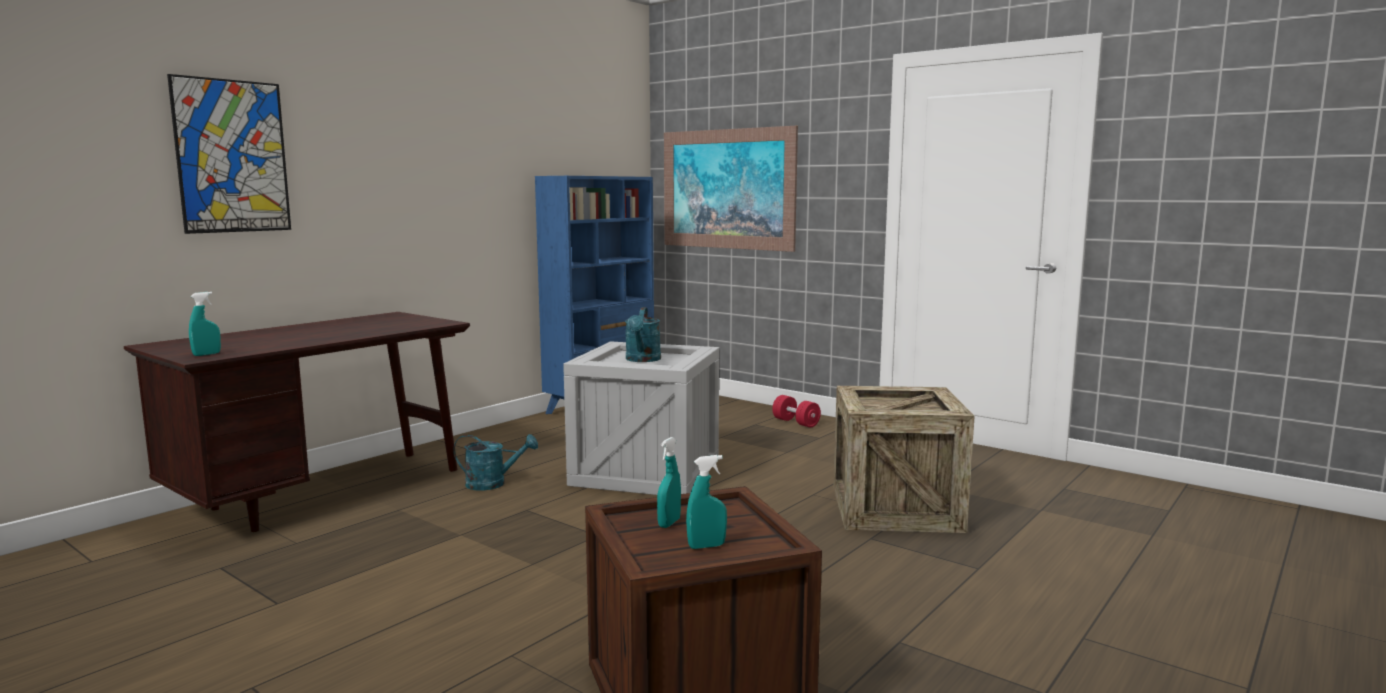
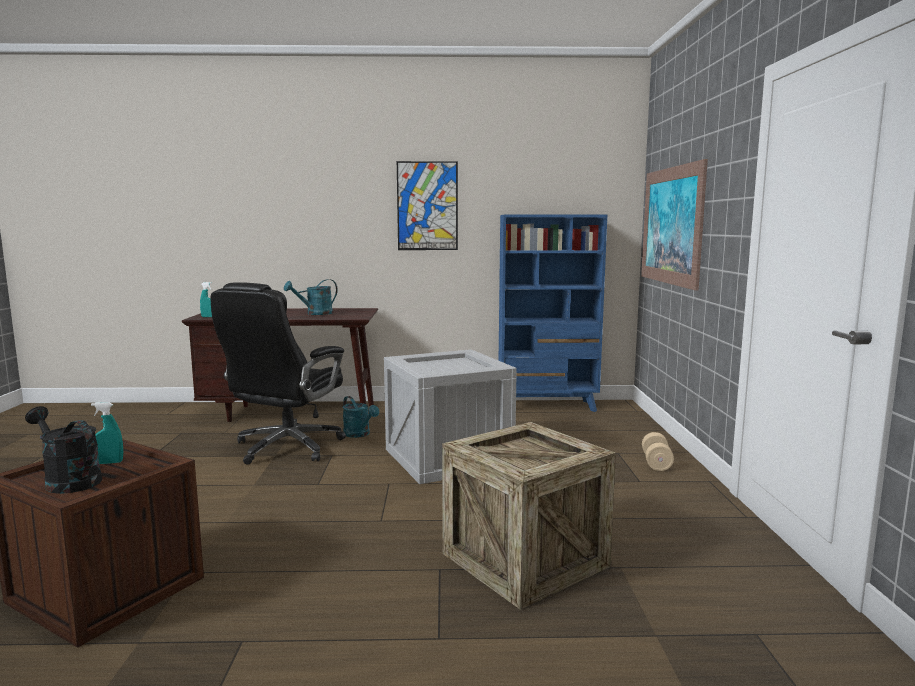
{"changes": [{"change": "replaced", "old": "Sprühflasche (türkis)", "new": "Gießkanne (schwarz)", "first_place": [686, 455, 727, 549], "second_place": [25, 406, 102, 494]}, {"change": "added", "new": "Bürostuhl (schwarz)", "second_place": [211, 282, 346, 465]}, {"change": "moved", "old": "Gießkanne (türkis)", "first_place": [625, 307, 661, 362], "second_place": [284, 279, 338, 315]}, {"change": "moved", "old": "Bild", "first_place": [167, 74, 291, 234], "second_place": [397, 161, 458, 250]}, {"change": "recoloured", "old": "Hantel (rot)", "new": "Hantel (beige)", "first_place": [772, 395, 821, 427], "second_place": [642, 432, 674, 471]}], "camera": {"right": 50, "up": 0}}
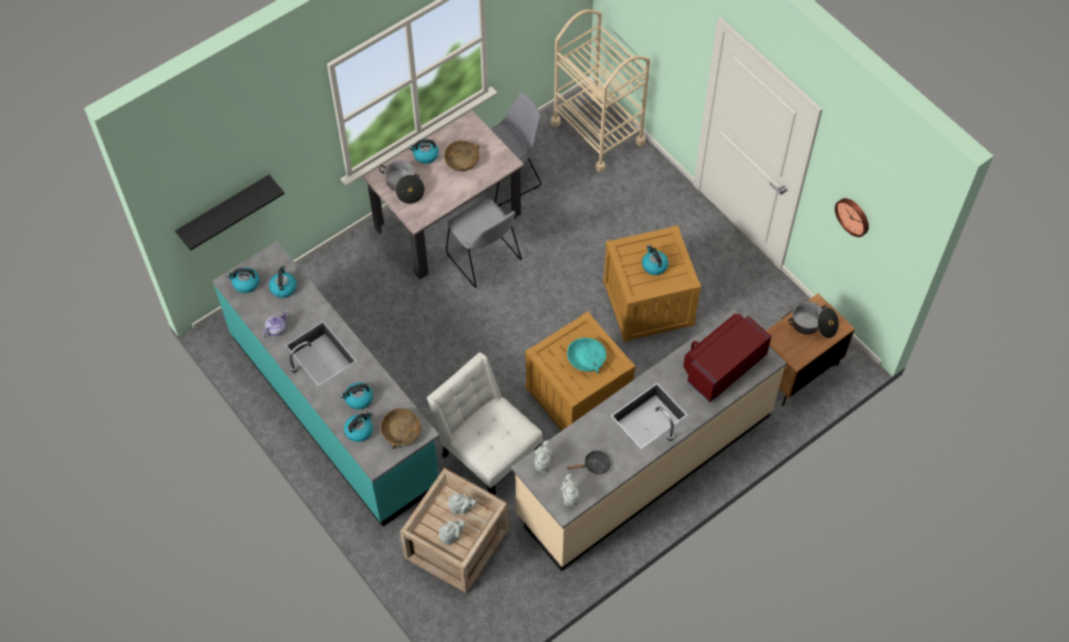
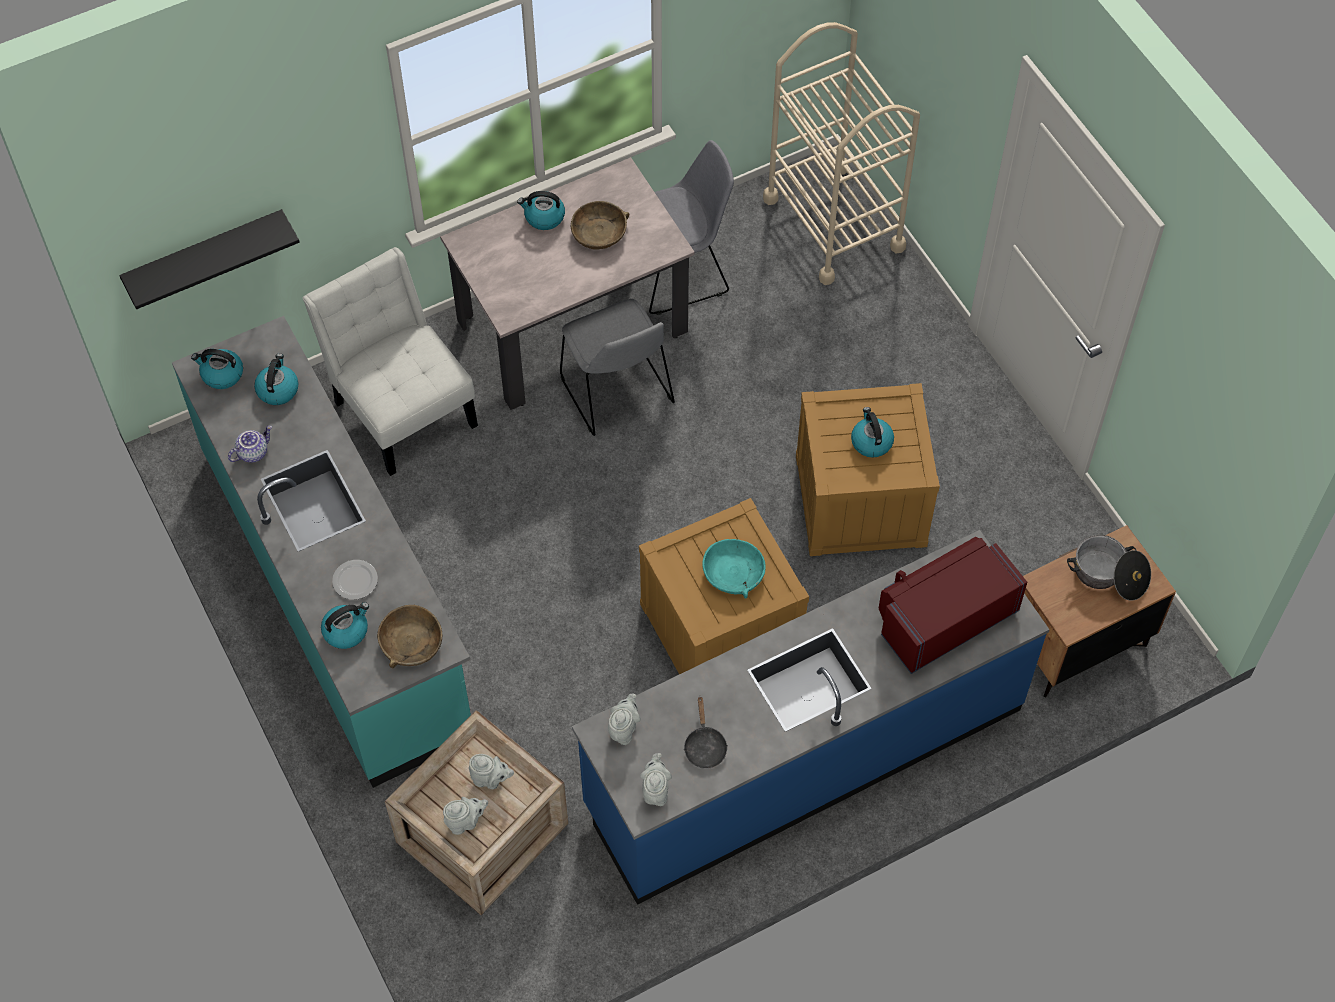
{"changes": [{"change": "moved", "old": "Stuhl (weiß)", "first_place": [427, 352, 543, 496], "second_place": [303, 247, 478, 476]}, {"change": "replaced", "old": "Wasserkessel", "new": "Teller", "first_place": [339, 382, 373, 410], "second_place": [332, 560, 378, 600]}, {"change": "recoloured", "old": "Küchenzeile (beige)", "new": "Küchenzeile (blau)", "first_place": [511, 309, 787, 571], "second_place": [572, 530, 1050, 905]}, {"change": "turned", "old": "Pfanne (schwarz)", "first_place": [567, 451, 611, 475], "second_place": [683, 697, 728, 769], "degrees": 90}, {"change": "removed", "old": "Kochtopf", "first_place": [379, 160, 425, 204]}, {"change": "removed", "old": "Wanduhr", "first_place": [835, 198, 869, 237]}], "camera": {"right": 10, "up": 0}}
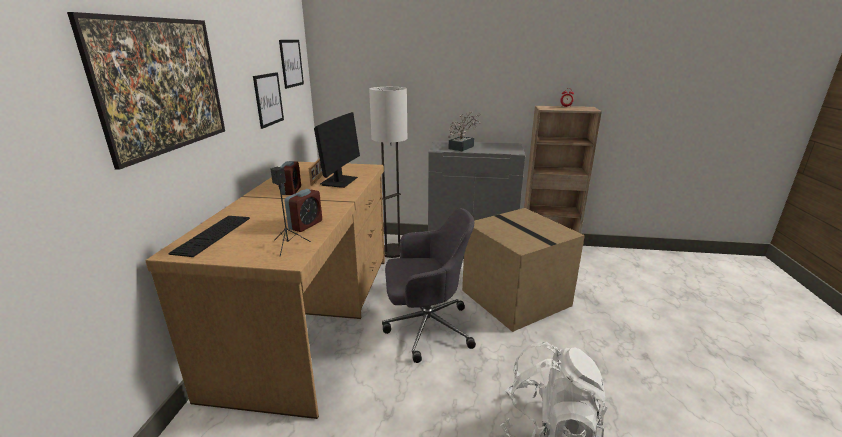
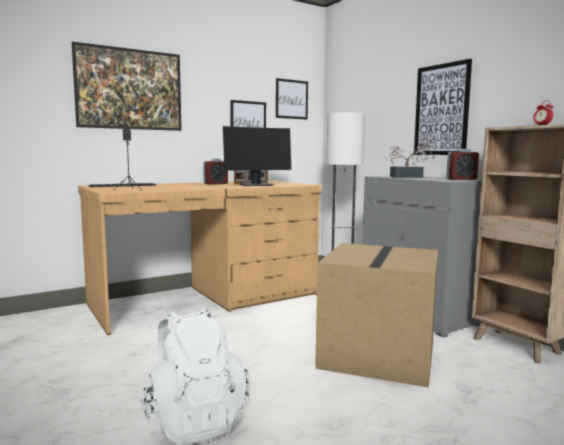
{"changes": [{"change": "added", "new": "Bild", "second_place": [414, 59, 472, 155]}, {"change": "moved", "old": "Wecker", "first_place": [284, 189, 322, 232], "second_place": [446, 149, 479, 180]}, {"change": "removed", "old": "Bürostuhl (grau)", "first_place": [382, 208, 476, 363]}], "camera": {"right": 50, "up": -15}}
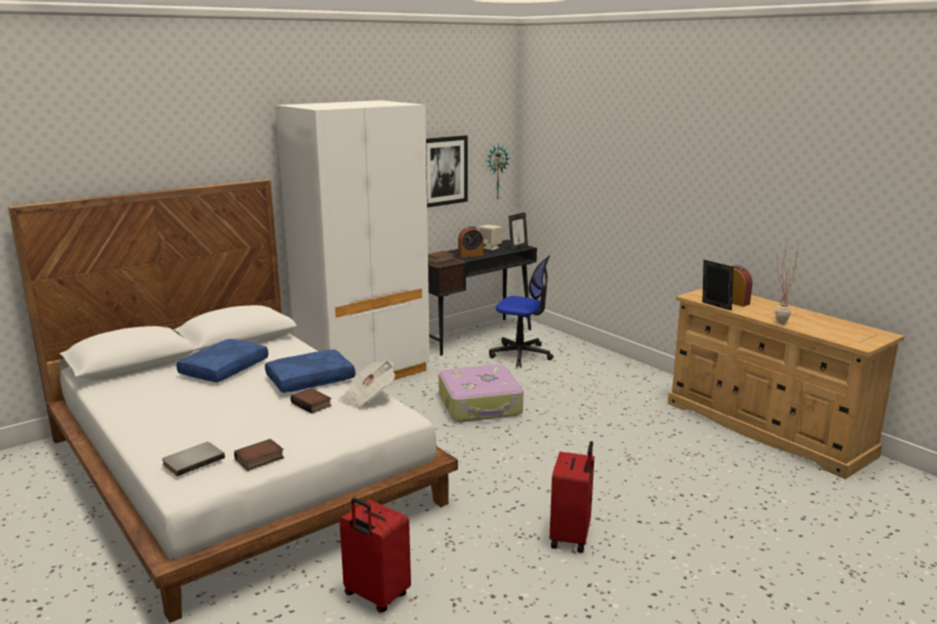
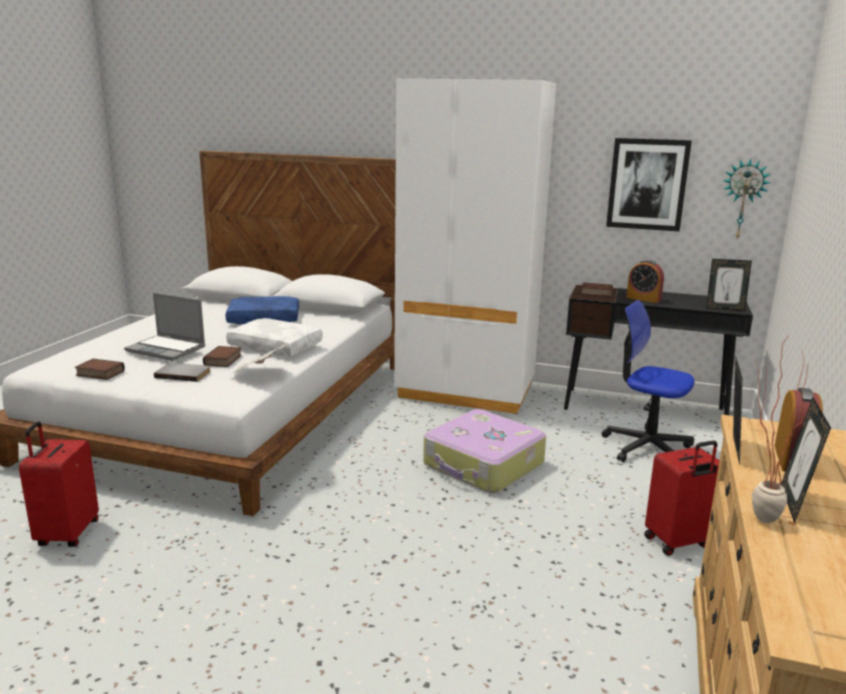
{"changes": [{"change": "added", "new": "Laptop", "second_place": [124, 293, 205, 361]}, {"change": "moved", "old": "Buch (grau)", "first_place": [162, 442, 225, 476], "second_place": [154, 363, 211, 382]}, {"change": "recoloured", "old": "Kissen (blau)", "new": "Kissen (weiß)", "first_place": [265, 349, 355, 393], "second_place": [226, 318, 323, 356]}, {"change": "turned", "old": "Bürostuhl", "first_place": [489, 255, 554, 368], "second_place": [602, 300, 695, 462], "degrees": 135}, {"change": "moved", "old": "Koffer (rot)", "first_place": [550, 441, 594, 553], "second_place": [644, 440, 720, 556]}, {"change": "added", "new": "Bilderrahmen", "second_place": [781, 398, 831, 523]}, {"change": "removed", "old": "Lautsprecher (beige)", "first_place": [479, 225, 503, 250]}], "camera": {"right": 55, "up": 0}}
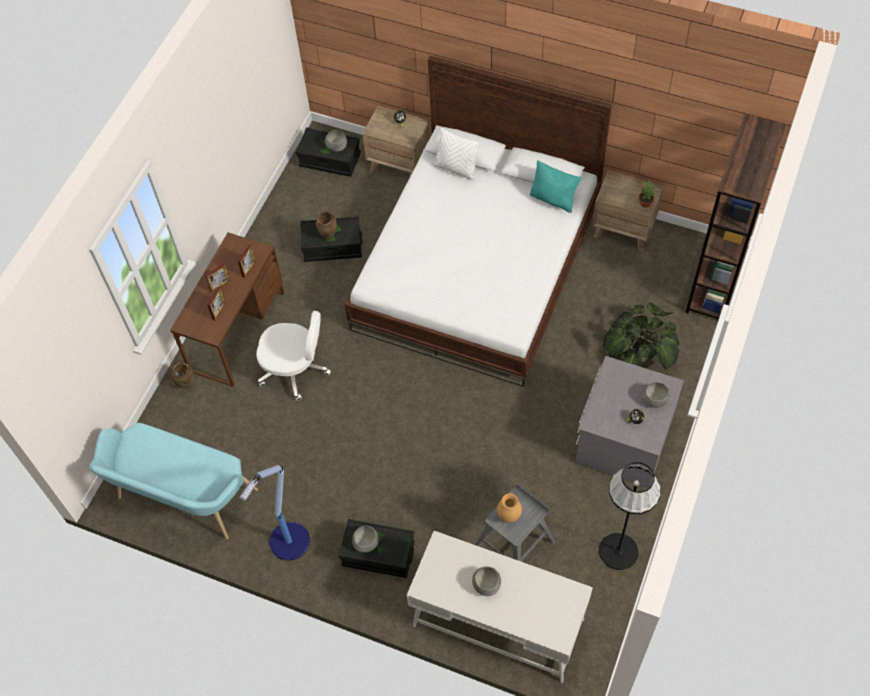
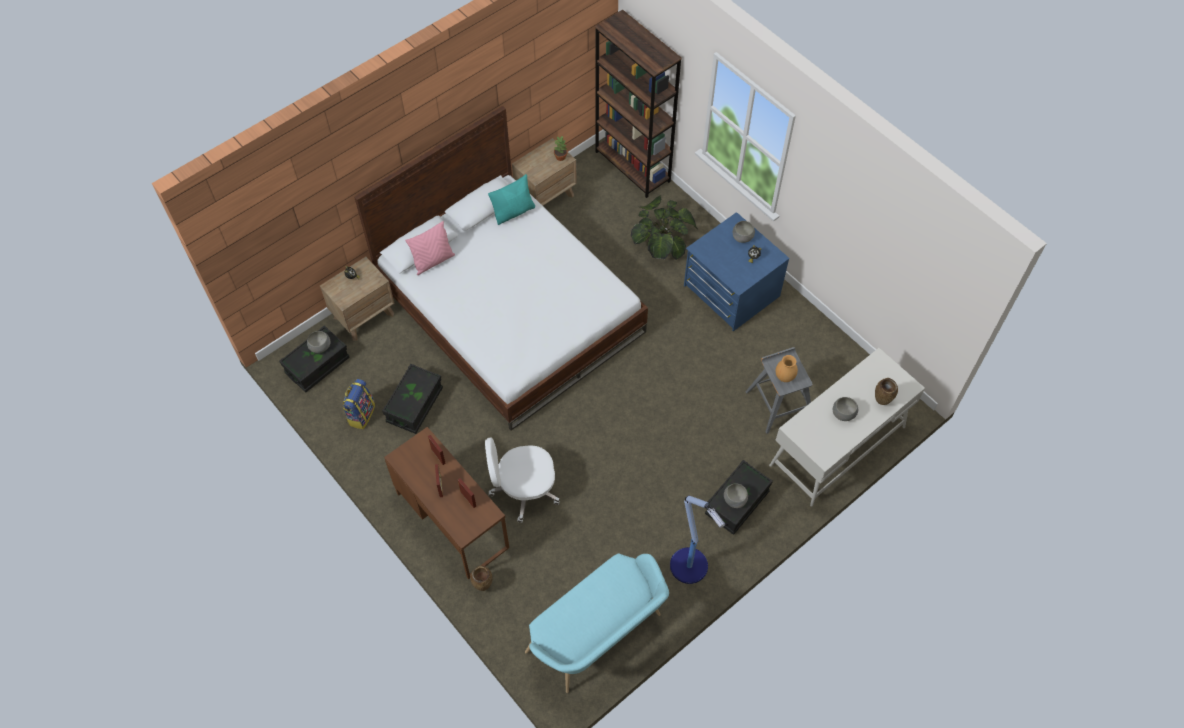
{"changes": [{"change": "added", "new": "Rucksack", "second_place": [343, 379, 375, 429]}, {"change": "recoloured", "old": "Kissen (weiß)", "new": "Kissen (rosa)", "first_place": [434, 127, 481, 180], "second_place": [405, 221, 455, 275]}, {"change": "turned", "old": "Bürostuhl (weiß)", "first_place": [256, 311, 331, 401], "second_place": [485, 438, 559, 523], "degrees": -135}, {"change": "recoloured", "old": "Kommode (grau)", "new": "Kommode (blau)", "first_place": [575, 356, 684, 488], "second_place": [684, 212, 789, 331]}, {"change": "moved", "old": "Vase (braun)", "first_place": [316, 212, 337, 239], "second_place": [875, 378, 898, 405]}, {"change": "removed", "old": "Stehlampe (schwarz)", "first_place": [599, 462, 661, 570]}], "camera": {"right": -65, "up": 0}}
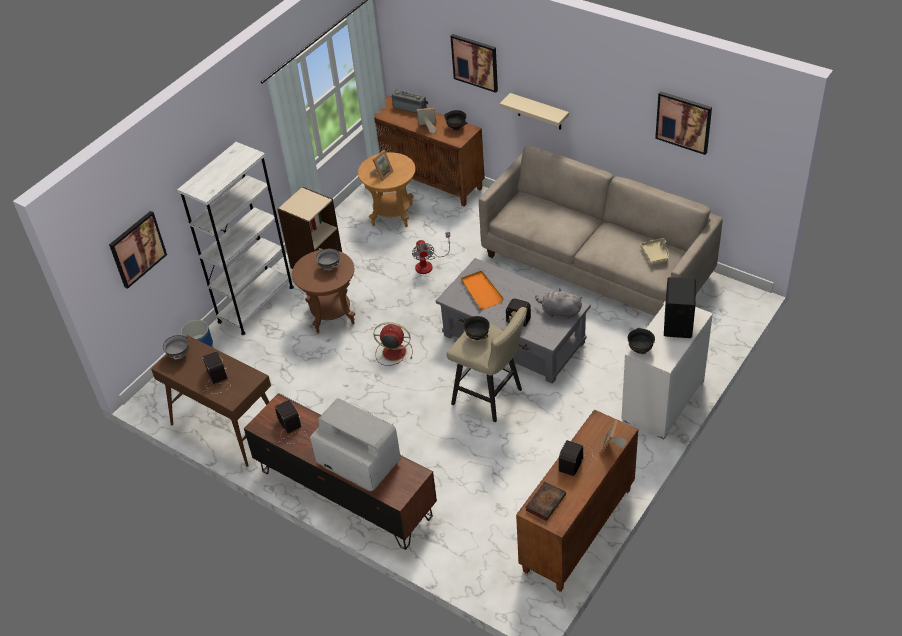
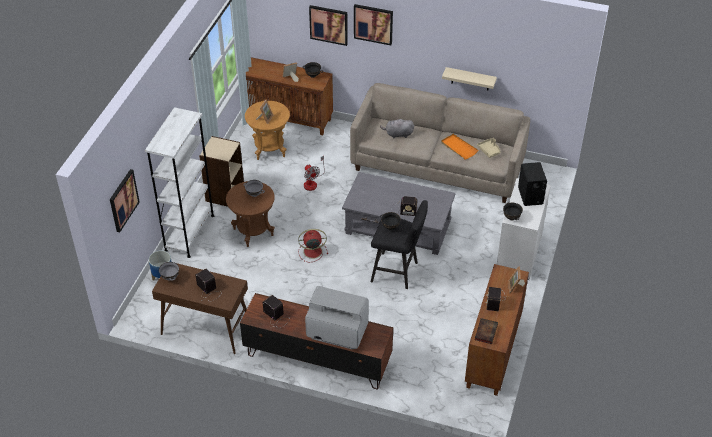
{"changes": [{"change": "moved", "old": "Bild", "first_place": [655, 91, 712, 155], "second_place": [354, 4, 393, 45]}, {"change": "recoloured", "old": "Hocker (beige)", "new": "Hocker (schwarz)", "first_place": [447, 307, 527, 422], "second_place": [371, 200, 428, 289]}, {"change": "moved", "old": "Plüschtier (grau)", "first_place": [535, 289, 582, 319], "second_place": [380, 118, 414, 139]}, {"change": "moved", "old": "Tablett (orange)", "first_place": [461, 270, 504, 309], "second_place": [441, 134, 478, 159]}, {"change": "moved", "old": "Wandregal (beige)", "first_place": [500, 93, 569, 130], "second_place": [442, 67, 497, 90]}, {"change": "removed", "old": "Radio", "first_place": [392, 89, 428, 113]}], "camera": {"right": -20, "up": 0}}
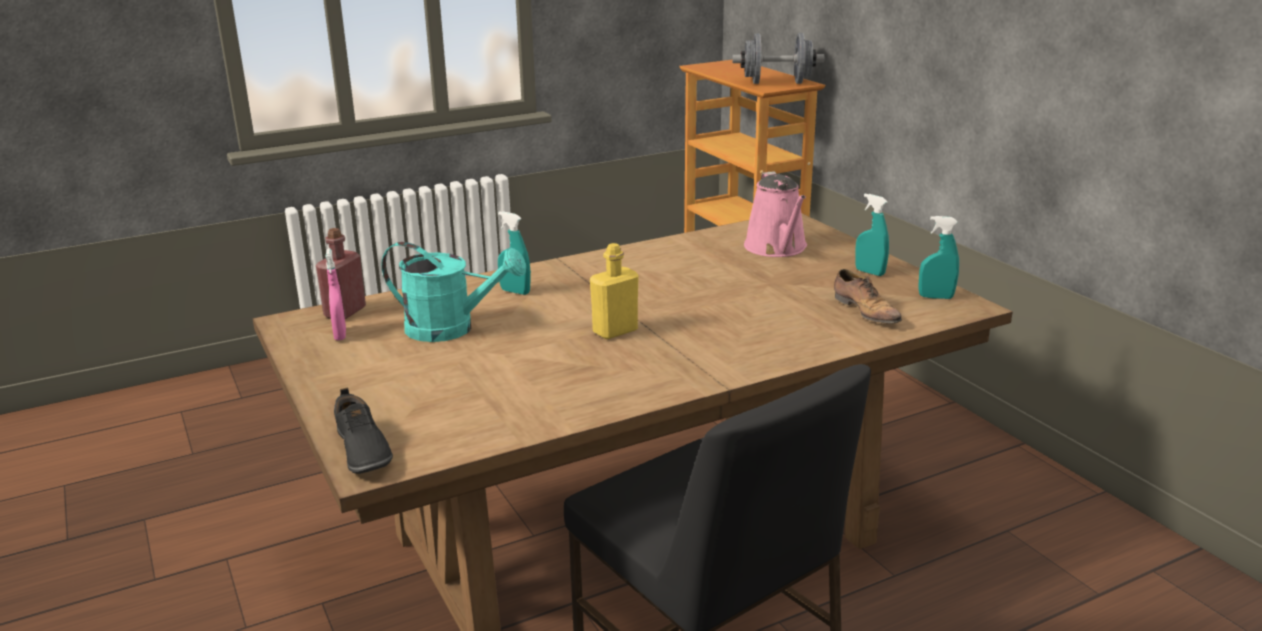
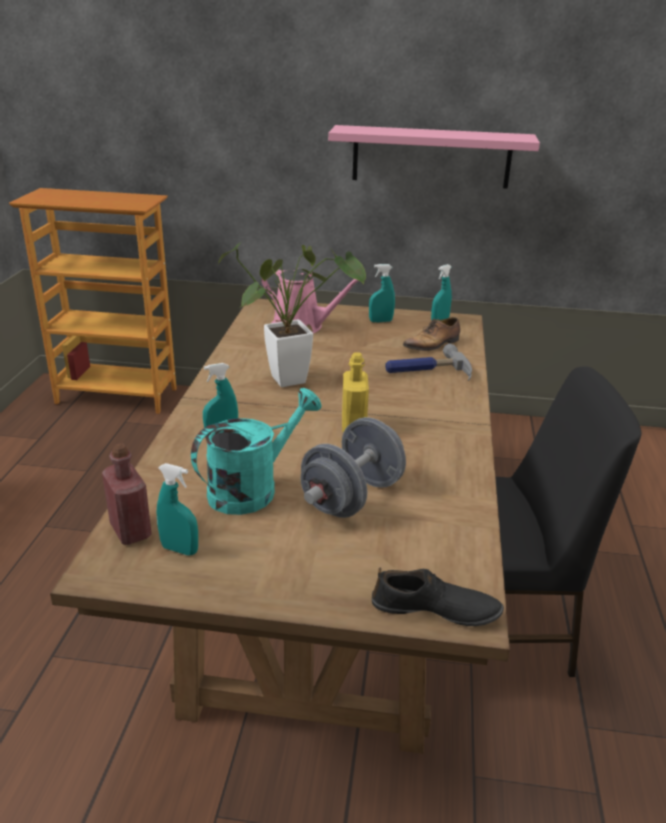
{"changes": [{"change": "recoloured", "old": "Sprühflasche (rosa)", "new": "Sprühflasche (türkis)", "first_place": [326, 248, 346, 341], "second_place": [157, 463, 198, 555]}, {"change": "added", "new": "Topfpflanze", "second_place": [218, 243, 366, 387]}, {"change": "moved", "old": "Hantel (grau)", "first_place": [732, 33, 824, 84], "second_place": [301, 417, 406, 518]}, {"change": "added", "new": "Wandregal (rosa)", "second_place": [328, 125, 540, 188]}, {"change": "added", "new": "Hammer", "second_place": [385, 343, 472, 381]}, {"change": "turned", "old": "Schuh", "first_place": [834, 269, 902, 323], "second_place": [403, 317, 460, 351], "degrees": 135}], "camera": {"right": -55, "up": 5}}
